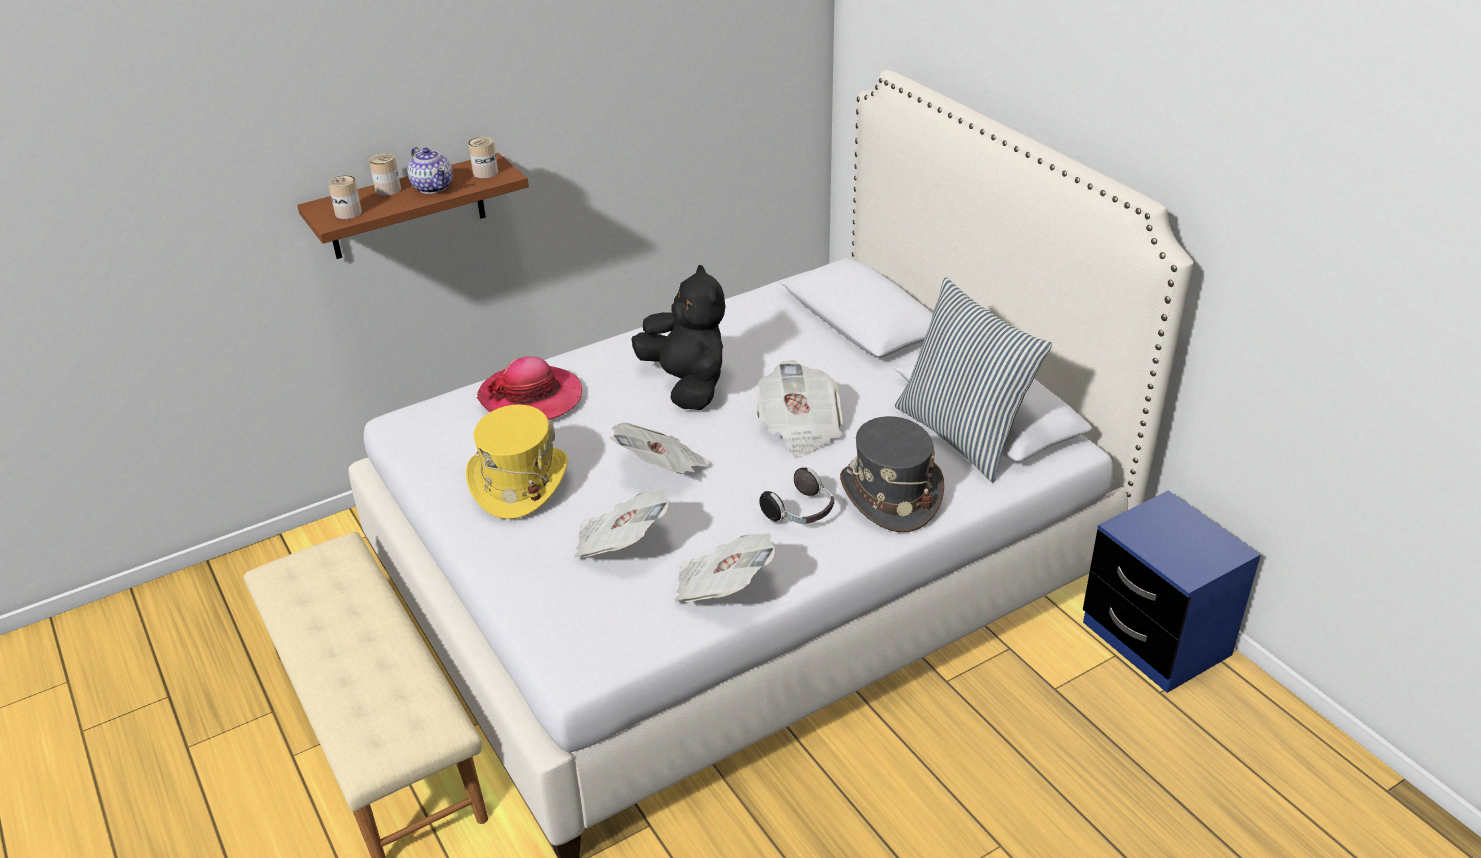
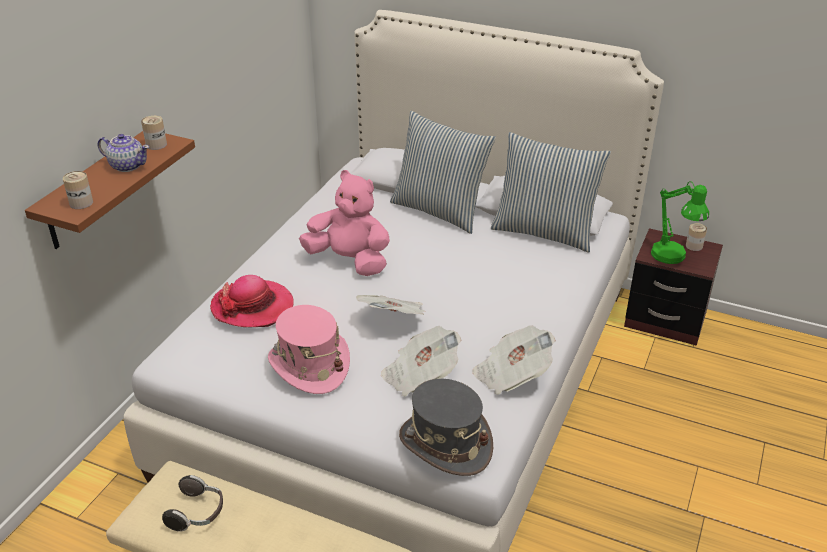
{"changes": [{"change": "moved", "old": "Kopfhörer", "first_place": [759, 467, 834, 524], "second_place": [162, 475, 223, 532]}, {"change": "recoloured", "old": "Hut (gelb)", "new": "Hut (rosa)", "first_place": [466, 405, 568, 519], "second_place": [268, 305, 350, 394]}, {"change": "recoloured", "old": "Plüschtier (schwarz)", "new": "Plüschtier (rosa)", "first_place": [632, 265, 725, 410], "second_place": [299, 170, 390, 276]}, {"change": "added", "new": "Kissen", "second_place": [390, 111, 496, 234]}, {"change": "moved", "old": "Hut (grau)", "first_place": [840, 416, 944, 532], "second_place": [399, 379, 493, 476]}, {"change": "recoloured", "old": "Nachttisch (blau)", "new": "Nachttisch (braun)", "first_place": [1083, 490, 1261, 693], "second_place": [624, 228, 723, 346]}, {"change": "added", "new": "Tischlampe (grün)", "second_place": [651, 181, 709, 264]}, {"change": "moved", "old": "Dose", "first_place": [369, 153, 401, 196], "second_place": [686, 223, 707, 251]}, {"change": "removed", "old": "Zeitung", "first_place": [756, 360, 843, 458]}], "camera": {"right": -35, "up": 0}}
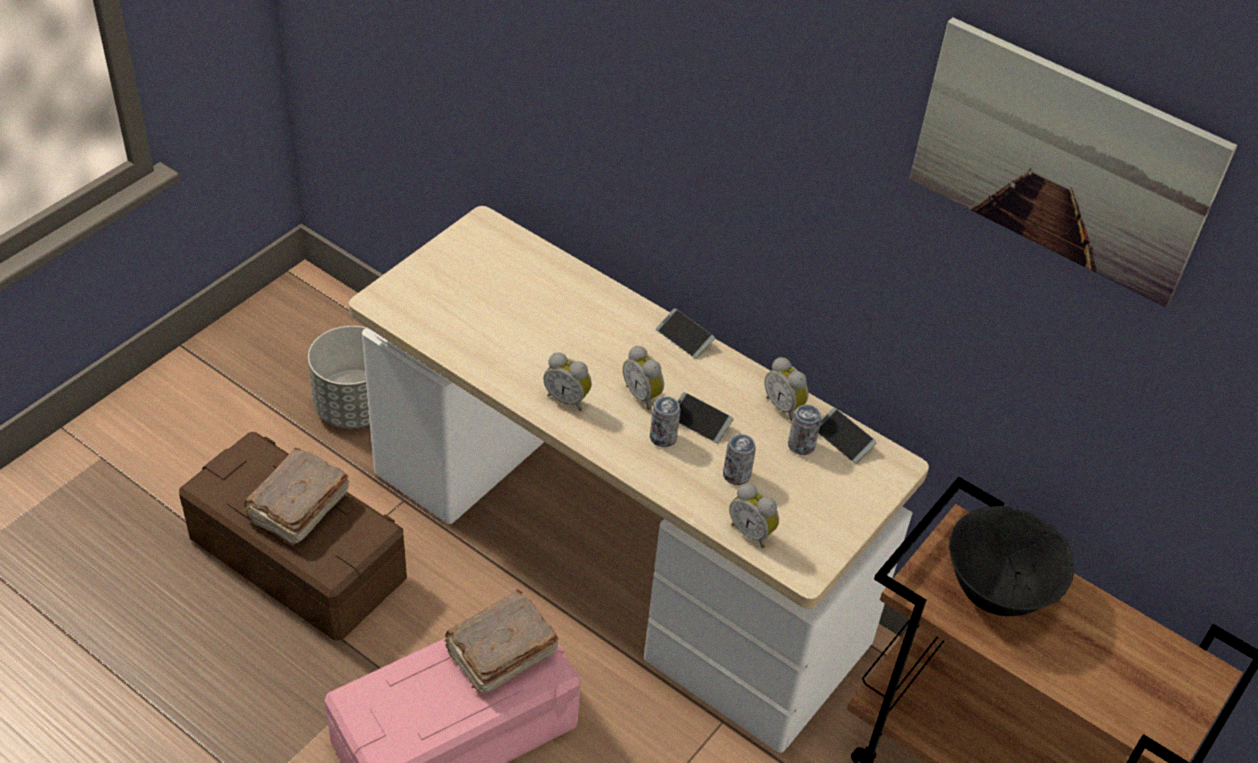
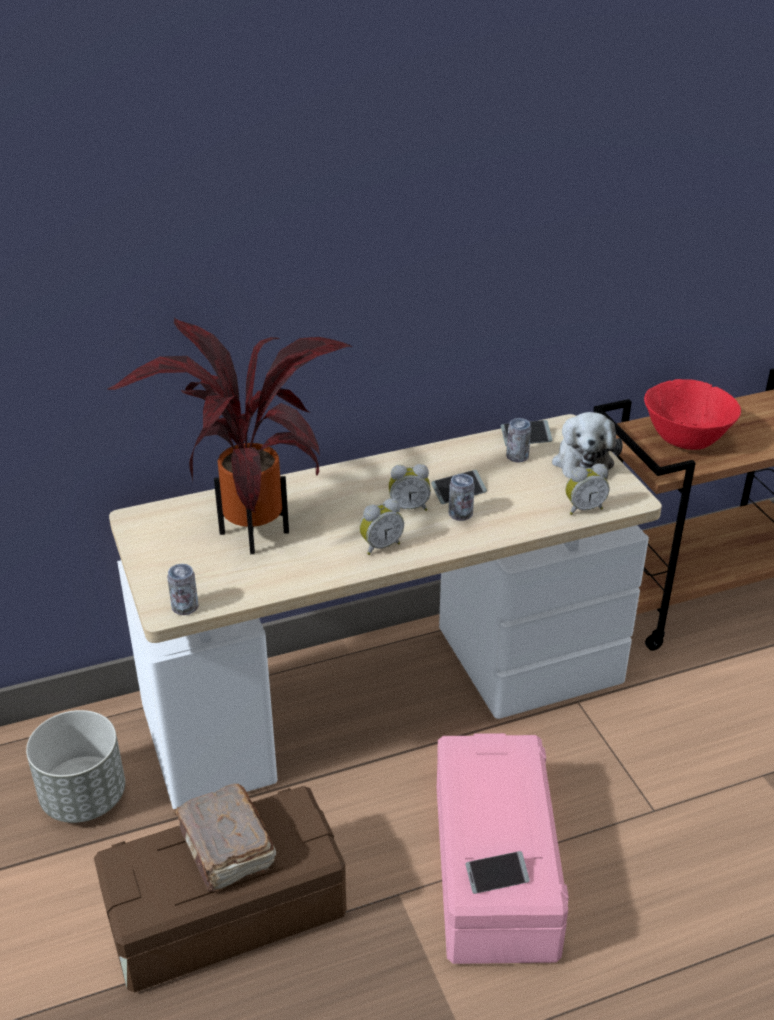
{"changes": [{"change": "added", "new": "Topfpflanze", "second_place": [108, 318, 353, 554]}, {"change": "moved", "old": "Dose", "first_place": [723, 434, 756, 485], "second_place": [167, 564, 199, 615]}, {"change": "moved", "old": "Handy", "first_place": [656, 308, 715, 359], "second_place": [466, 851, 530, 894]}, {"change": "added", "new": "Plüschtier", "second_place": [552, 412, 623, 480]}, {"change": "recoloured", "old": "Schüssel (schwarz)", "new": "Schüssel (rot)", "first_place": [949, 506, 1075, 616], "second_place": [644, 379, 741, 450]}, {"change": "removed", "old": "Buch (braun)", "first_place": [444, 589, 558, 694]}, {"change": "removed", "old": "Wecker", "first_place": [764, 357, 808, 421]}, {"change": "removed", "old": "Bild", "first_place": [910, 17, 1237, 308]}], "camera": {"right": -55, "up": -10}}
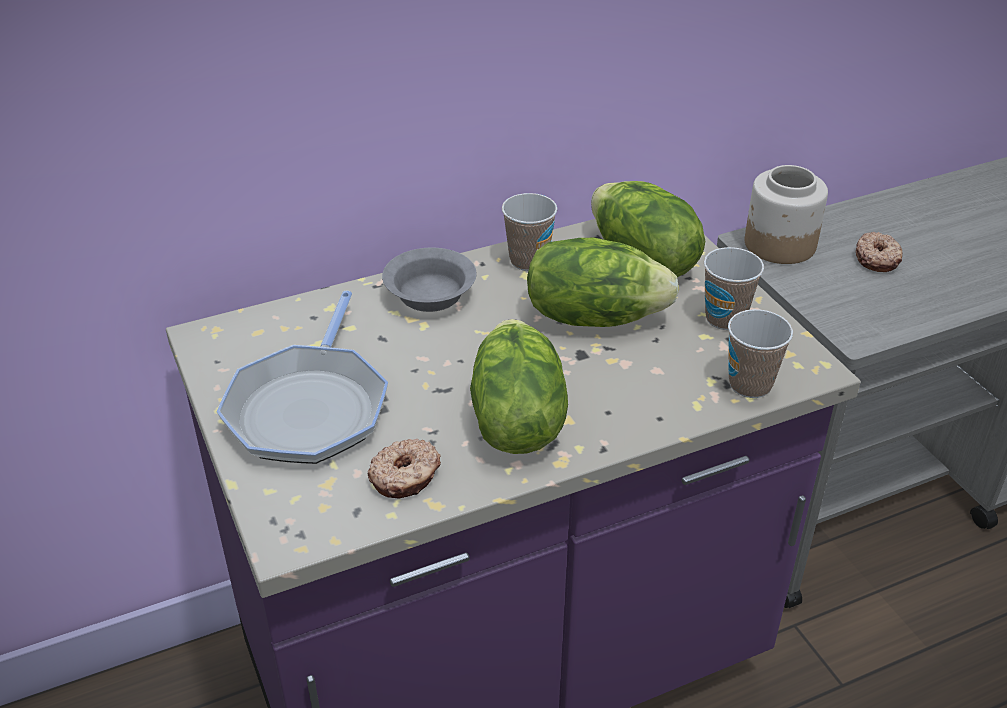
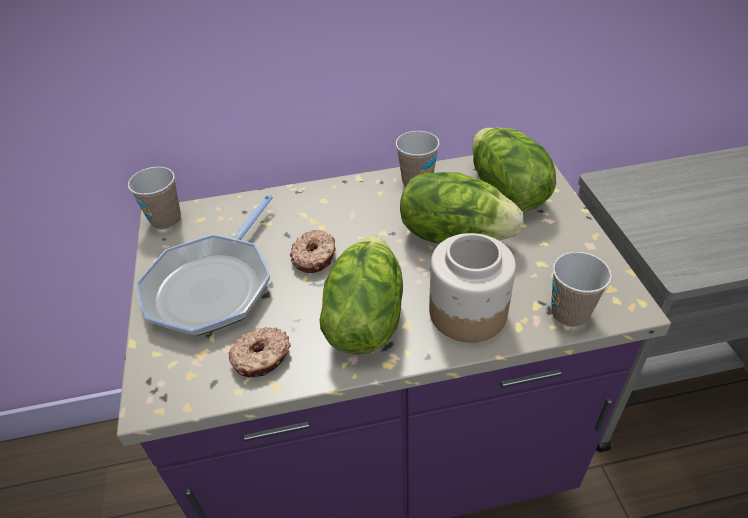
{"changes": [{"change": "moved", "old": "Tasse", "first_place": [704, 247, 764, 330], "second_place": [128, 167, 181, 230]}, {"change": "moved", "old": "Donut", "first_place": [856, 232, 903, 272], "second_place": [290, 230, 336, 273]}, {"change": "moved", "old": "Vorratsglas", "first_place": [745, 165, 828, 264], "second_place": [429, 233, 516, 343]}, {"change": "removed", "old": "Schüssel (grau)", "first_place": [382, 248, 476, 312]}], "camera": {"right": 15, "up": 5}}
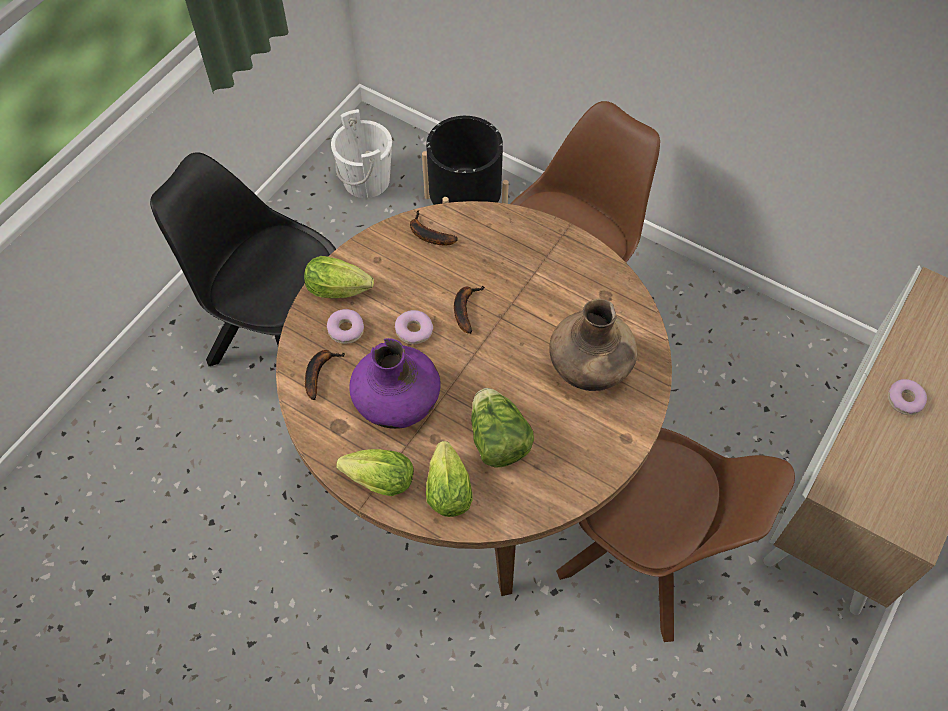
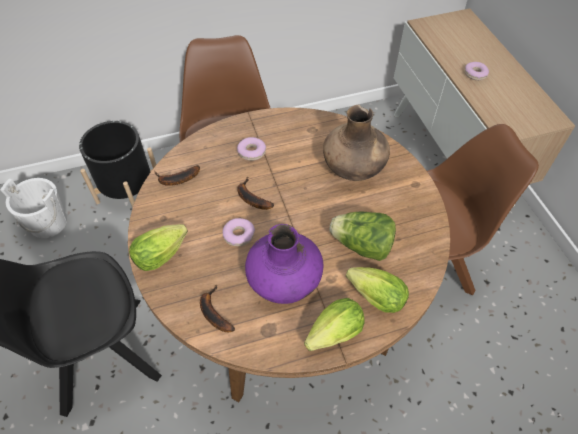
{"changes": [{"change": "moved", "old": "Donut", "first_place": [327, 309, 364, 344], "second_place": [237, 137, 266, 161]}], "camera": {"right": -50, "up": -5}}
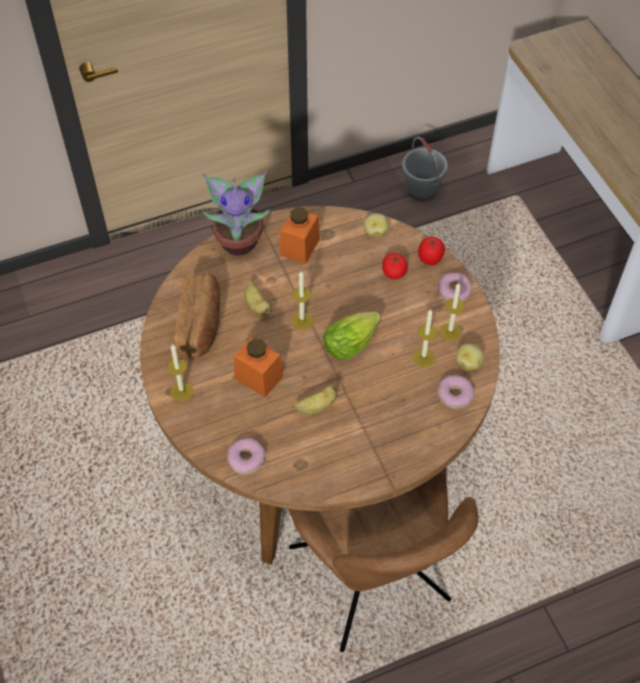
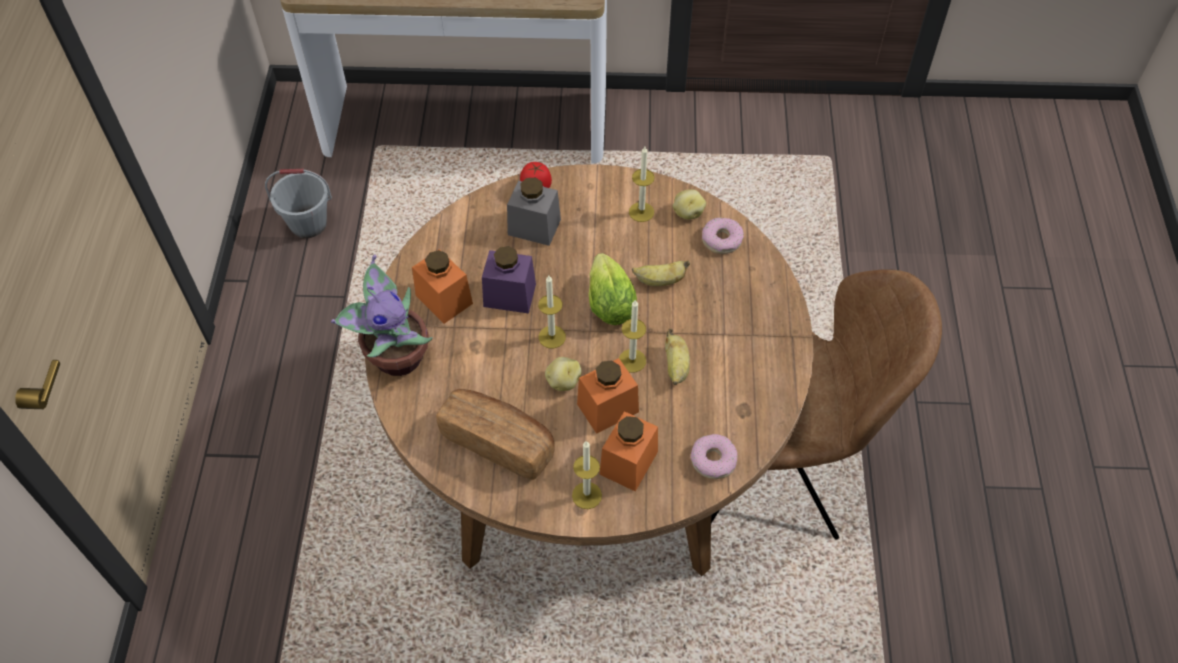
{"changes": [{"change": "added", "new": "Vorratsglas (lila)", "second_place": [482, 246, 536, 313]}, {"change": "replaced", "old": "Tomate", "new": "Vorratsglas (grau)", "first_place": [382, 253, 408, 279], "second_place": [507, 177, 561, 246]}, {"change": "moved", "old": "Kartoffel", "first_place": [363, 213, 389, 237], "second_place": [545, 357, 582, 391]}, {"change": "added", "new": "Vorratsglas (orange)", "second_place": [599, 411, 658, 492]}, {"change": "moved", "old": "Kerze", "first_place": [413, 309, 437, 367], "second_place": [619, 300, 646, 373]}, {"change": "moved", "old": "Banane", "first_place": [244, 280, 272, 316], "second_place": [632, 260, 690, 286]}, {"change": "removed", "old": "Donut", "first_place": [438, 273, 472, 302]}], "camera": {"right": -65, "up": 0}}
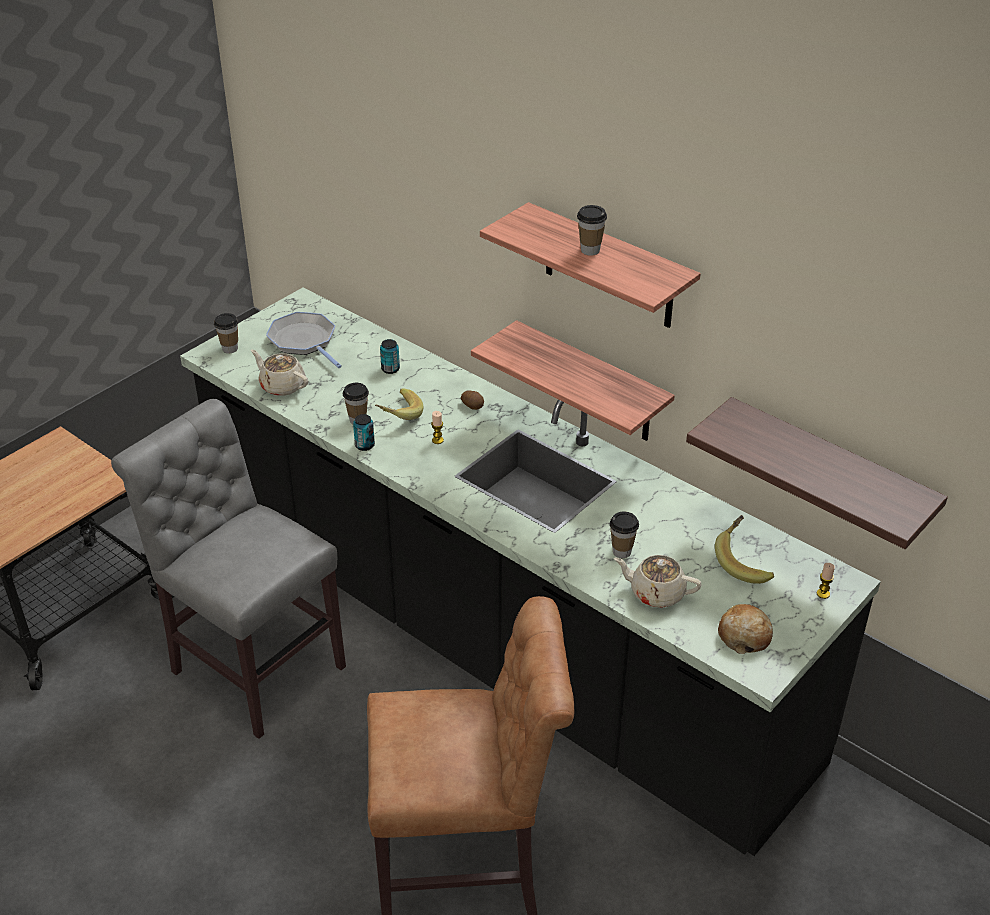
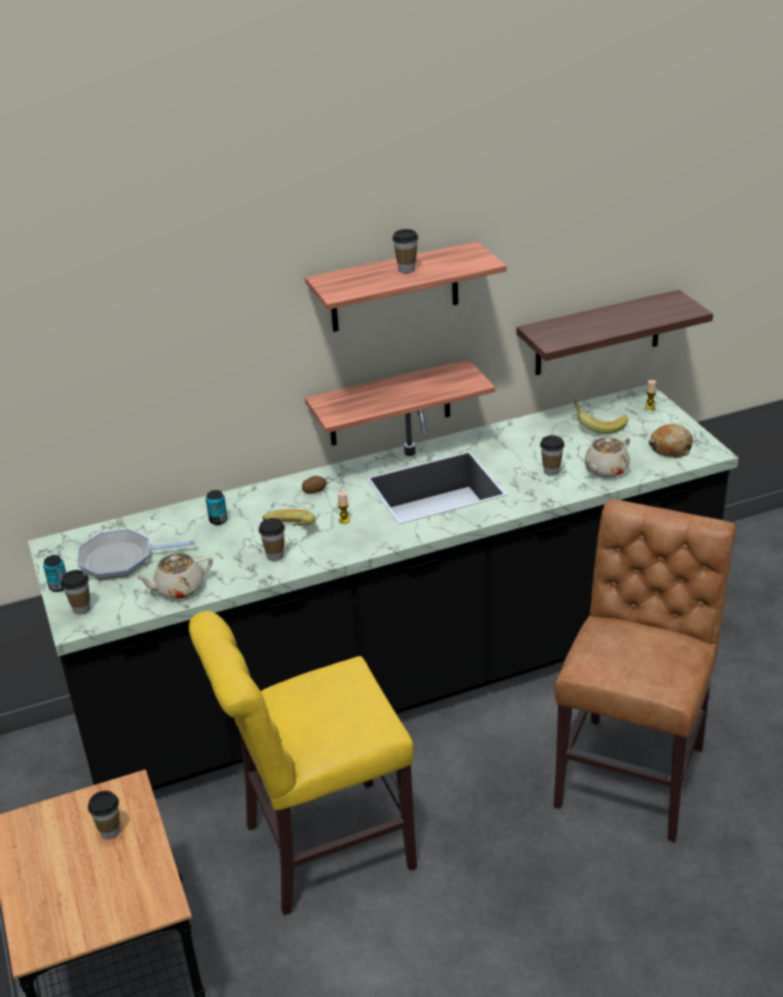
{"changes": [{"change": "moved", "old": "Dose", "first_place": [353, 414, 375, 451], "second_place": [43, 555, 66, 592]}, {"change": "added", "new": "Tasse", "second_place": [88, 791, 120, 839]}, {"change": "recoloured", "old": "Stuhl (grau)", "new": "Stuhl (gelb)", "first_place": [111, 399, 346, 739], "second_place": [189, 611, 417, 915]}], "camera": {"right": -60, "up": -5}}
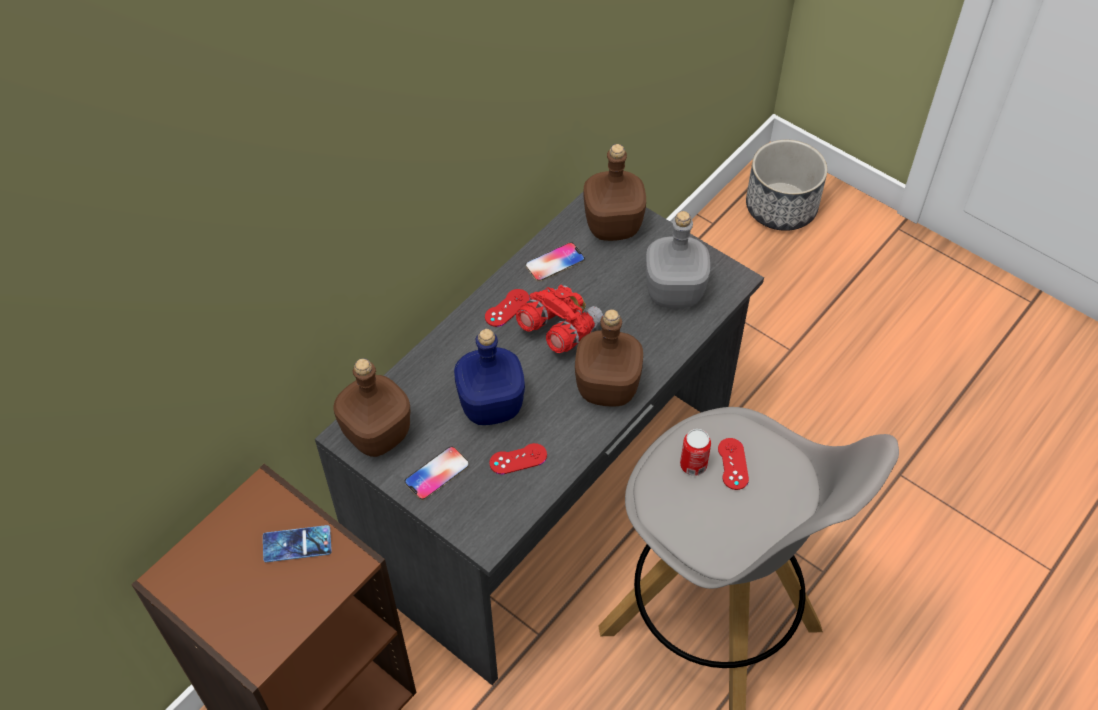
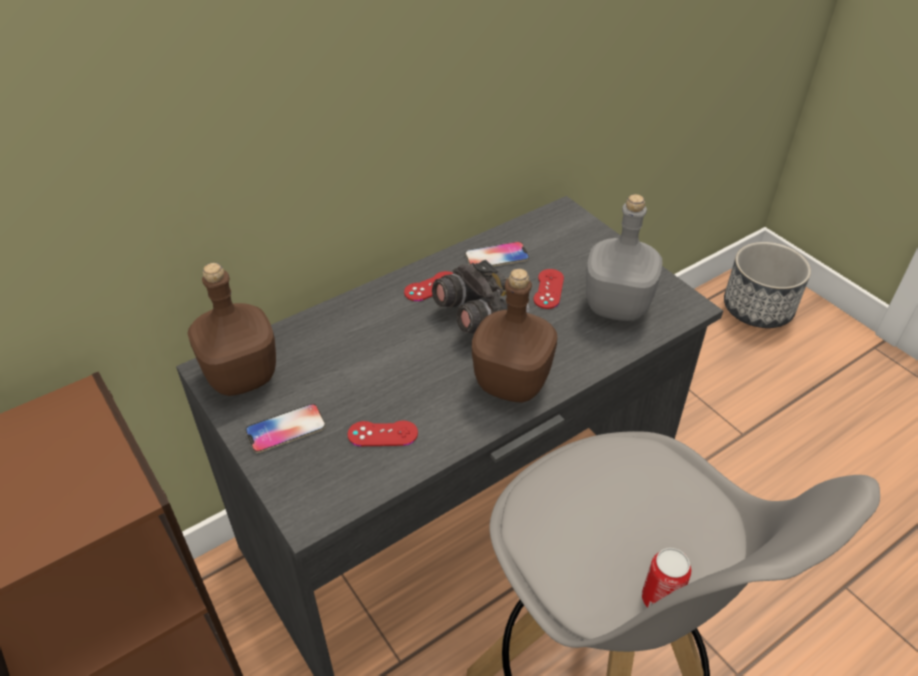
{"changes": [{"change": "recoloured", "old": "Fernglas (rot)", "new": "Fernglas (grau)", "first_place": [516, 285, 603, 353], "second_place": [432, 260, 529, 334]}, {"change": "moved", "old": "Gamepad (rot)", "first_place": [718, 438, 749, 490], "second_place": [534, 269, 564, 309]}, {"change": "moved", "old": "Dose", "first_place": [680, 429, 711, 476], "second_place": [642, 548, 691, 608]}, {"change": "removed", "old": "Handy", "first_place": [263, 525, 332, 562]}, {"change": "removed", "old": "Flasche (blau)", "first_place": [454, 329, 525, 425]}, {"change": "removed", "old": "Flasche (braun)", "first_place": [583, 144, 646, 241]}], "camera": {"right": 15, "up": -10}}
